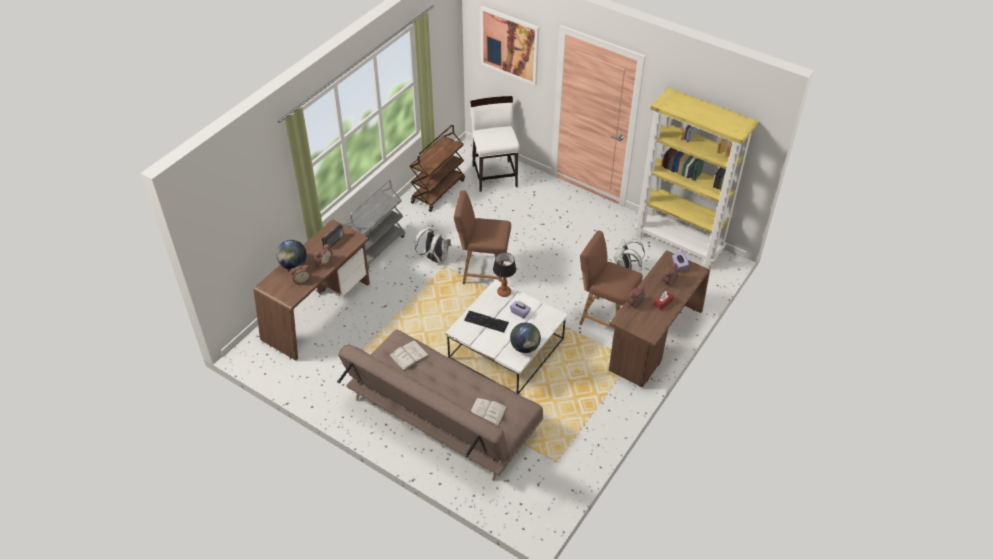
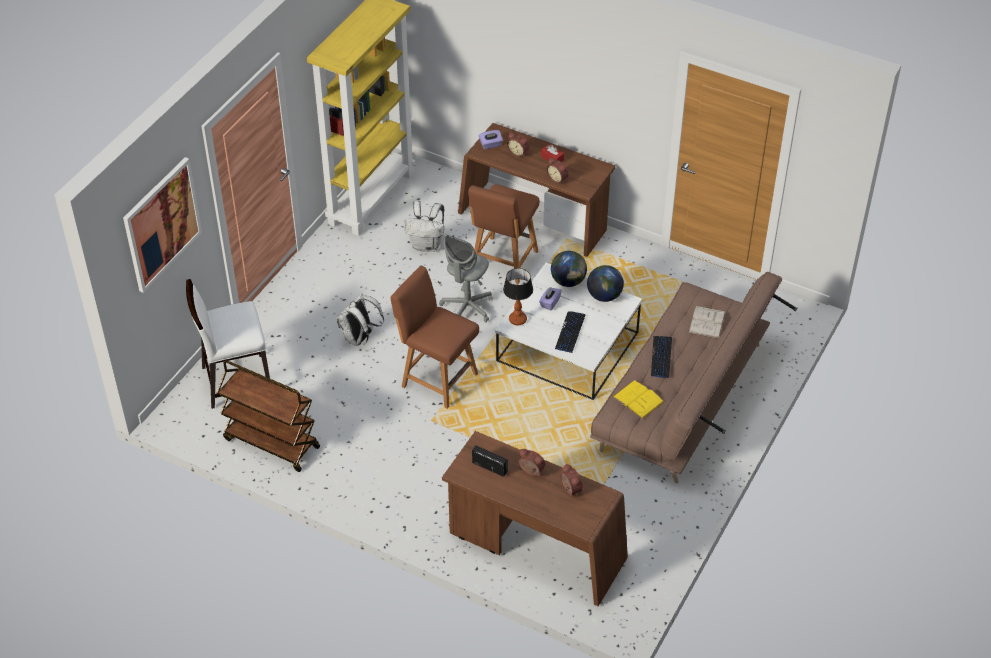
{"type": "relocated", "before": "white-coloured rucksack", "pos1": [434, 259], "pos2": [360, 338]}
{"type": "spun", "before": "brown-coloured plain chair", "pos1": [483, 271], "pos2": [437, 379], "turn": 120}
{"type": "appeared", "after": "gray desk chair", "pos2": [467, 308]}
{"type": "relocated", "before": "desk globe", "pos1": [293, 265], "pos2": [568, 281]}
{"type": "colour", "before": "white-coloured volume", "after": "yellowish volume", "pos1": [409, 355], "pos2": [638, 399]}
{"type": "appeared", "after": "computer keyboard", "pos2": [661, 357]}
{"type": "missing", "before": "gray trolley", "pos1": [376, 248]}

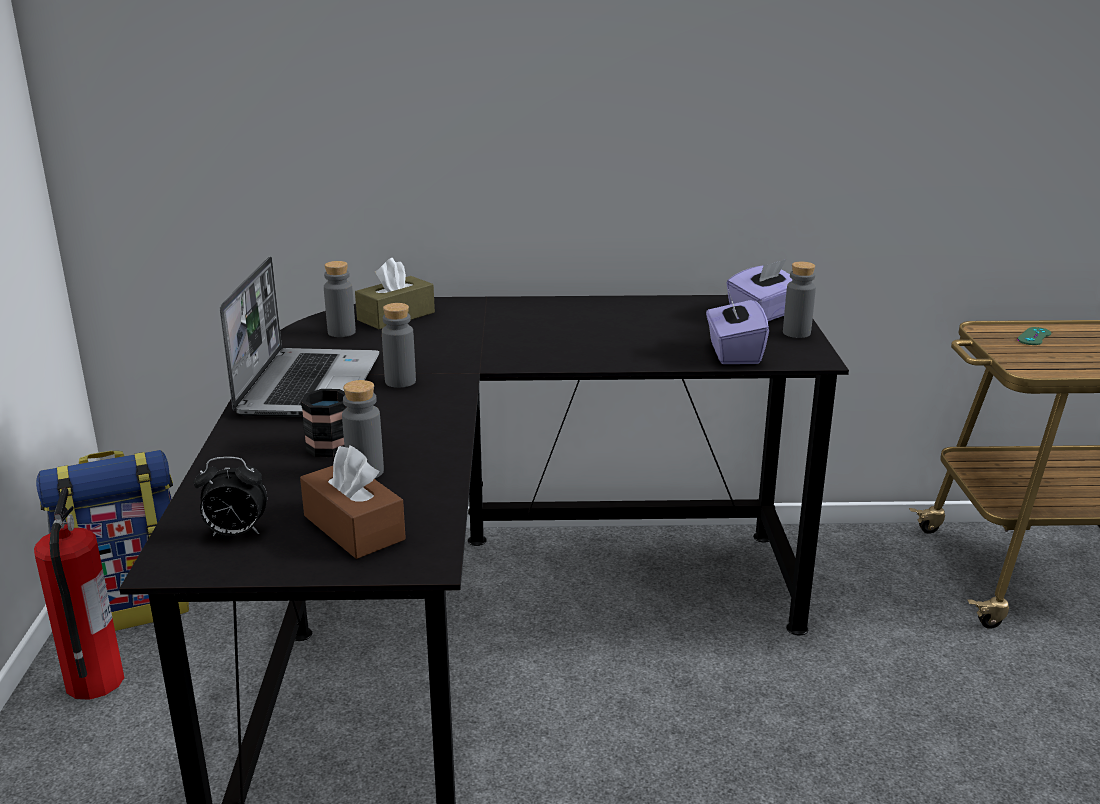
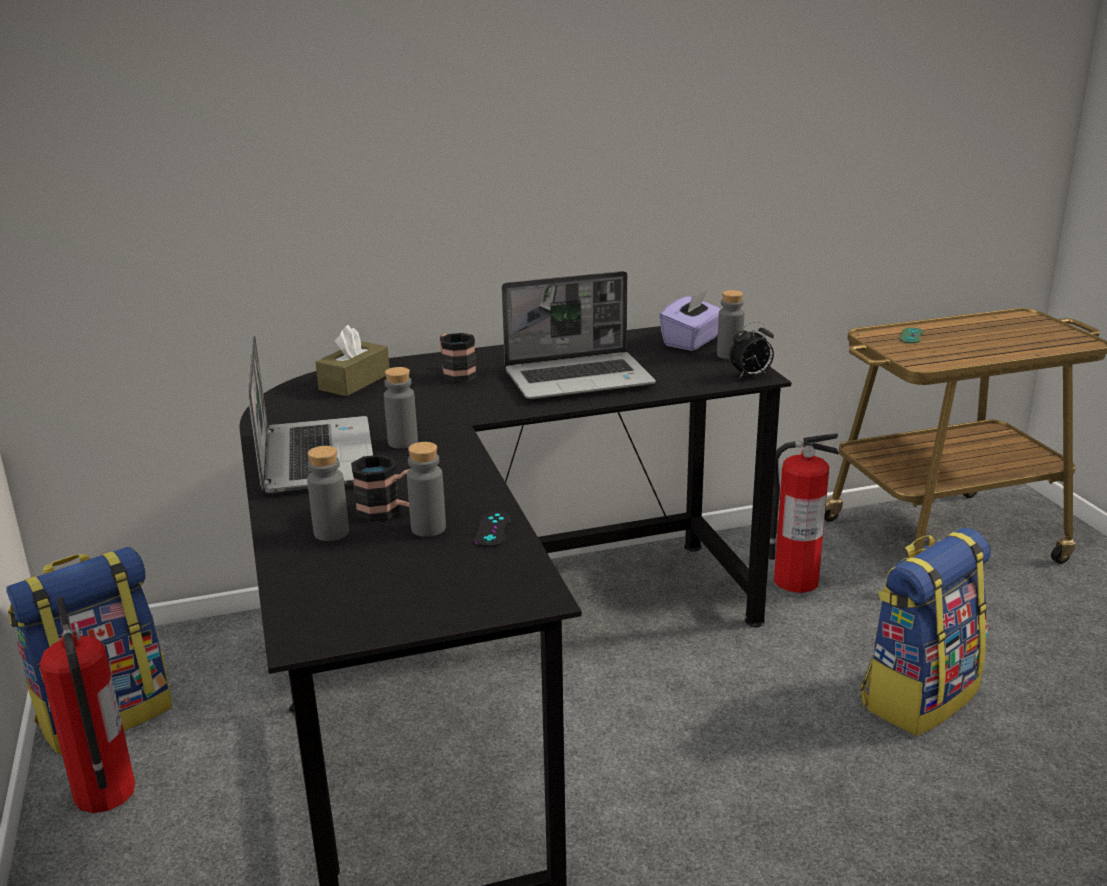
{"type": "relocated", "before": "gray drink bottle", "pos1": [341, 332], "pos2": [331, 532]}
{"type": "appeared", "after": "tea mug", "pos2": [455, 374]}
{"type": "appeared", "after": "black gamepad", "pos2": [493, 530]}
{"type": "appeared", "after": "laptop", "pos2": [580, 378]}
{"type": "relocated", "before": "table clock", "pos1": [235, 533], "pos2": [751, 375]}
{"type": "appeared", "after": "fire extinguisher", "pos2": [795, 580]}
{"type": "appeared", "after": "rucksack", "pos2": [918, 696]}
{"type": "missing", "before": "brown-coloured tissue box", "pos1": [354, 528]}
{"type": "missing", "before": "purple tissue box", "pos1": [733, 353]}

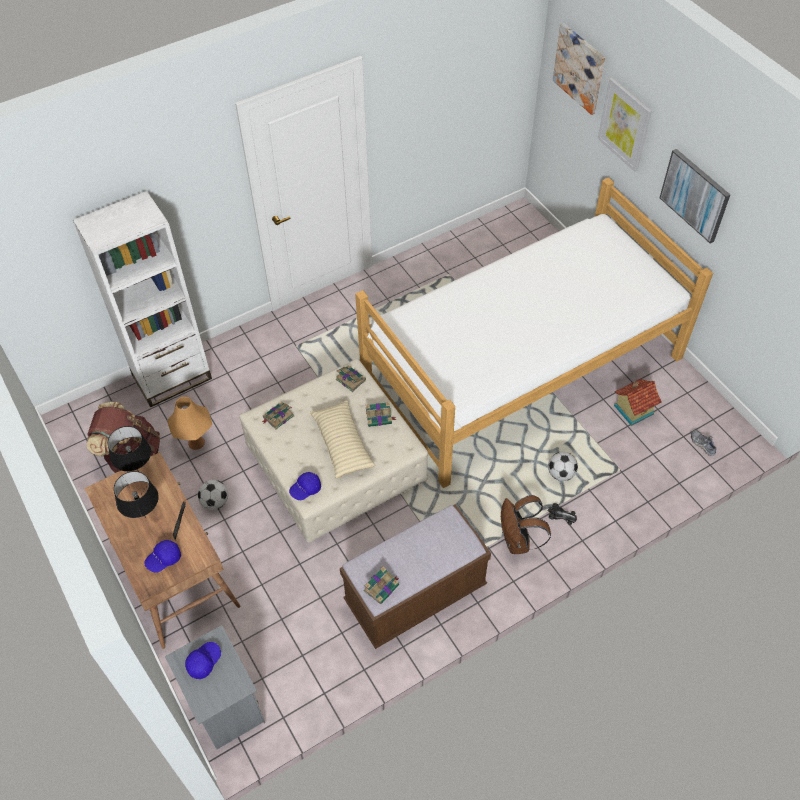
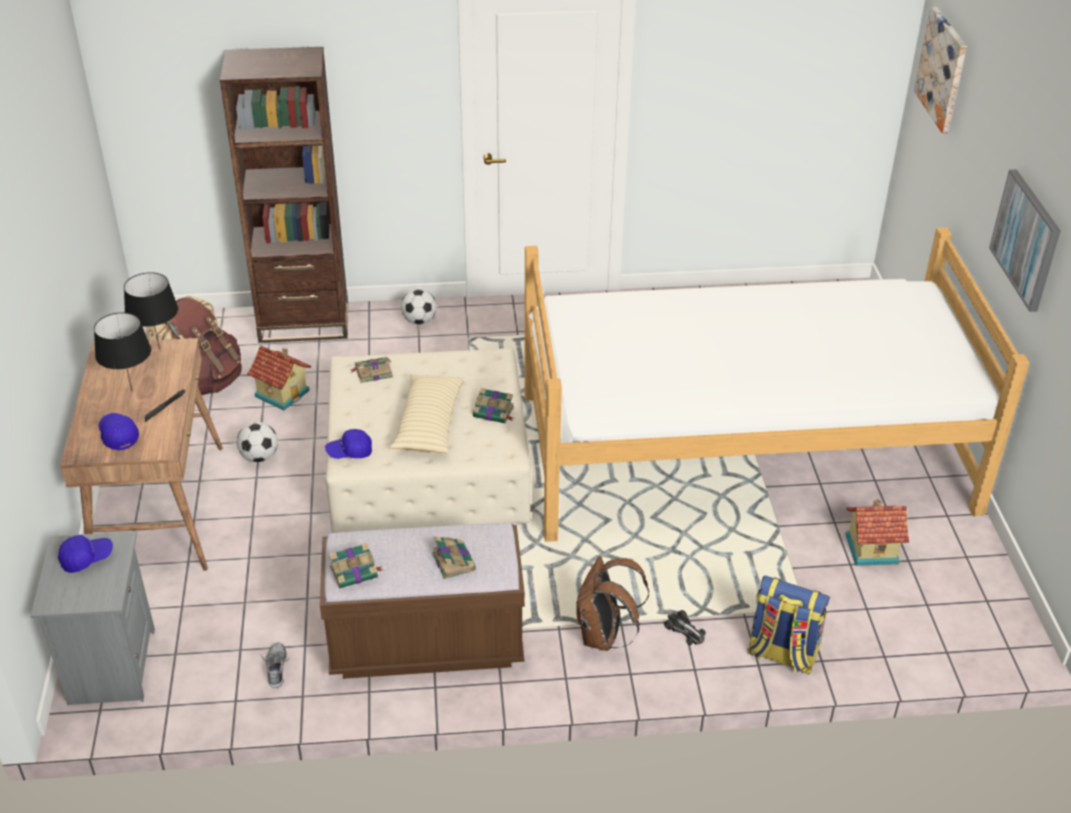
{"type": "spun", "before": "blue cap", "pos1": [164, 559], "pos2": [118, 435], "turn": 75}
{"type": "colour", "before": "white-coloured bookshelf", "after": "brown-coloured bookshelf", "pos1": [172, 377], "pos2": [304, 323]}
{"type": "exchanged", "before": "orangey tabletop lamp", "after": "toy house", "pos1": [196, 442], "pos2": [283, 392]}
{"type": "relocated", "before": "low shoe", "pos1": [702, 444], "pos2": [276, 668]}
{"type": "relocated", "before": "football", "pos1": [561, 474], "pos2": [419, 321]}
{"type": "relocated", "before": "volume", "pos1": [350, 379], "pos2": [453, 561]}
{"type": "appeared", "after": "rucksack", "pos2": [781, 654]}
{"type": "missing", "before": "wall picture", "pos1": [624, 124]}

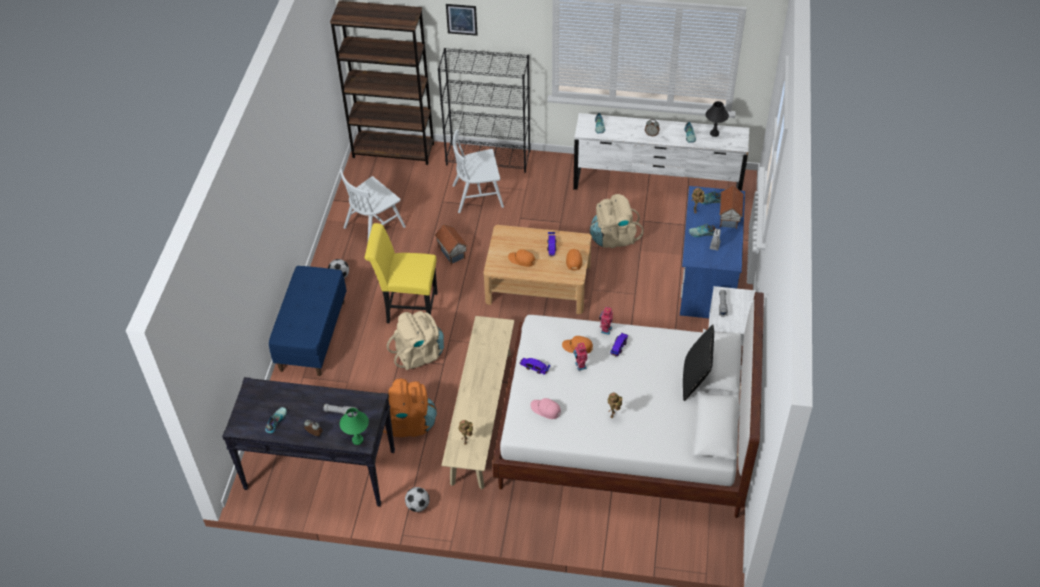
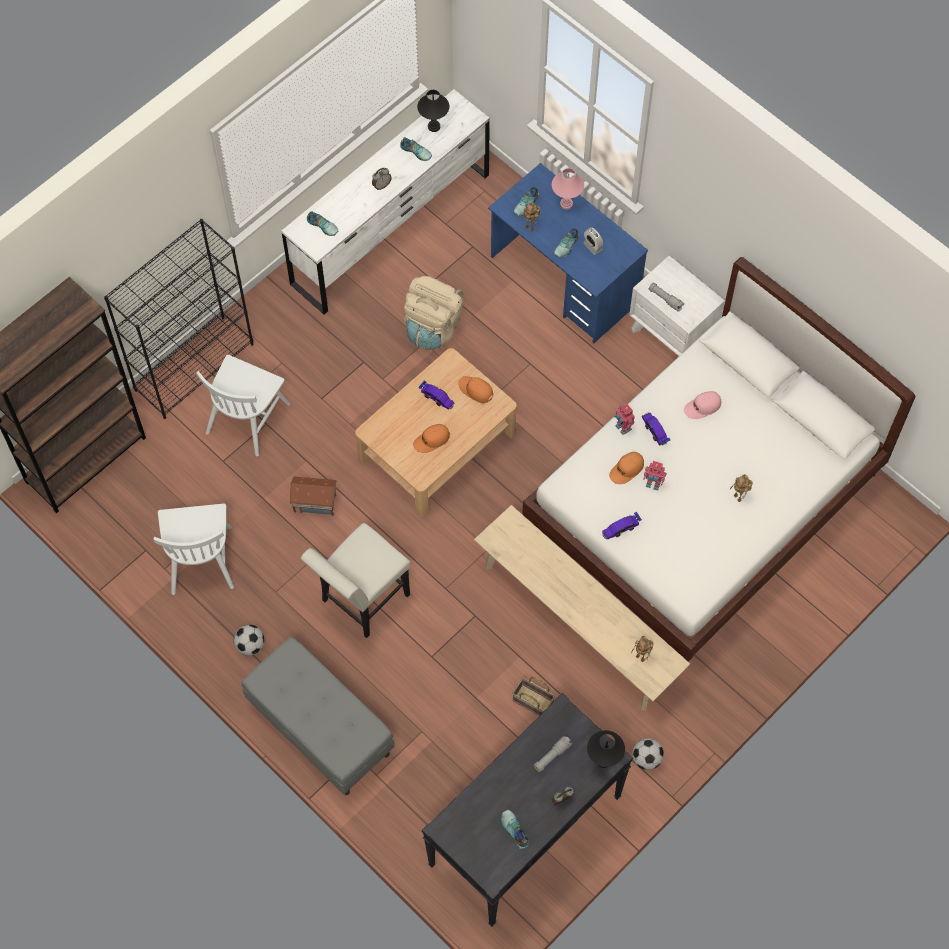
{"type": "colour", "before": "blue long seat", "after": "gray long seat", "pos1": [312, 335], "pos2": [319, 728]}
{"type": "colour", "before": "yellowish plain chair", "after": "white-coloured plain chair", "pos1": [407, 307], "pos2": [361, 602]}
{"type": "exchanged", "before": "orangey rucksack", "after": "household basket", "pos1": [409, 424], "pos2": [532, 702]}
{"type": "exchanged", "before": "toy house", "after": "pink-coloured tabletop lamp", "pos1": [730, 217], "pos2": [566, 204]}
{"type": "colour", "before": "green tabletop lamp", "after": "black tabletop lamp", "pos1": [357, 440], "pos2": [603, 760]}
{"type": "relocated", "before": "pink-coloured cap", "pos1": [545, 410], "pos2": [702, 407]}
{"type": "missing", "before": "sand-coloured rucksack", "pos1": [419, 354]}
{"type": "missing", "before": "wall picture", "pos1": [461, 19]}
{"type": "missing", "before": "black pillow", "pos1": [695, 379]}

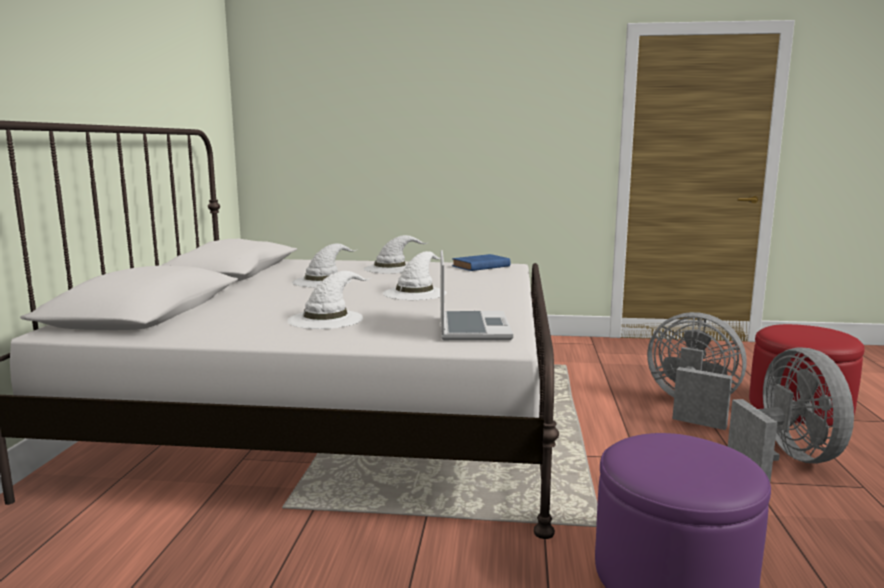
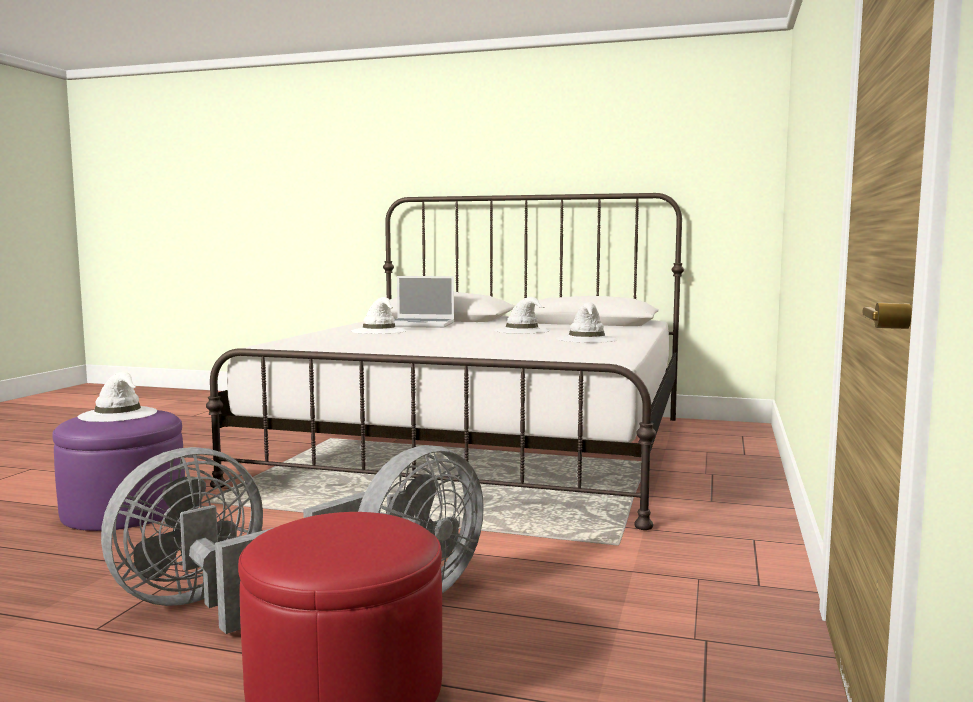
{"type": "relocated", "before": "white-coloured wearable hat", "pos1": [415, 293], "pos2": [119, 414]}
{"type": "spun", "before": "gray electric fan", "pos1": [786, 460], "pos2": [204, 605], "turn": 135}
{"type": "relocated", "before": "laptop", "pos1": [472, 328], "pos2": [422, 325]}
{"type": "missing", "before": "blue volume", "pos1": [479, 266]}

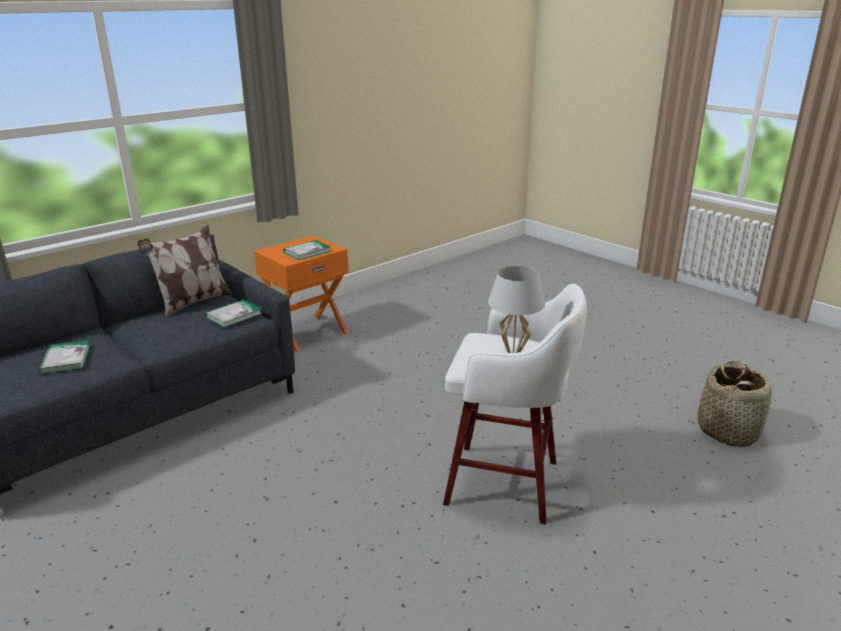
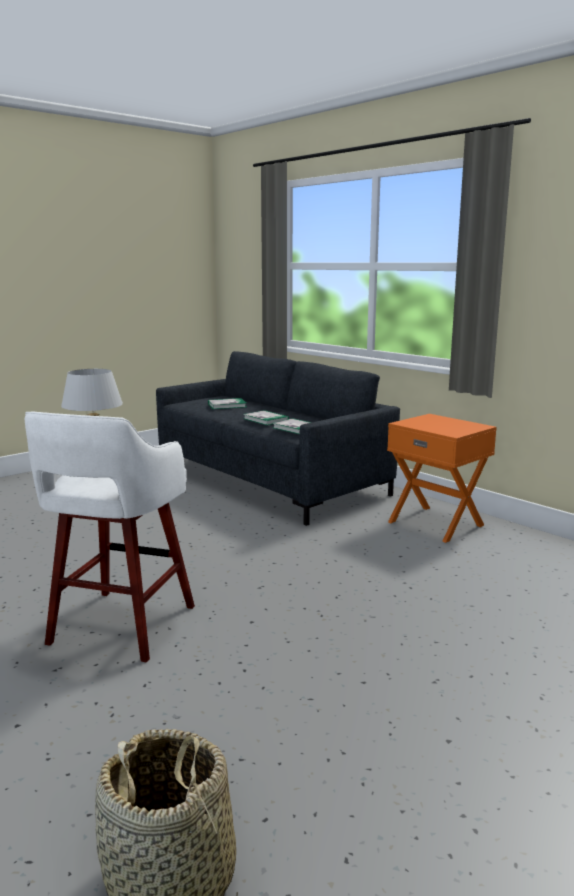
{"type": "relocated", "before": "volume", "pos1": [307, 252], "pos2": [265, 420]}
{"type": "missing", "before": "pillow", "pos1": [192, 302]}

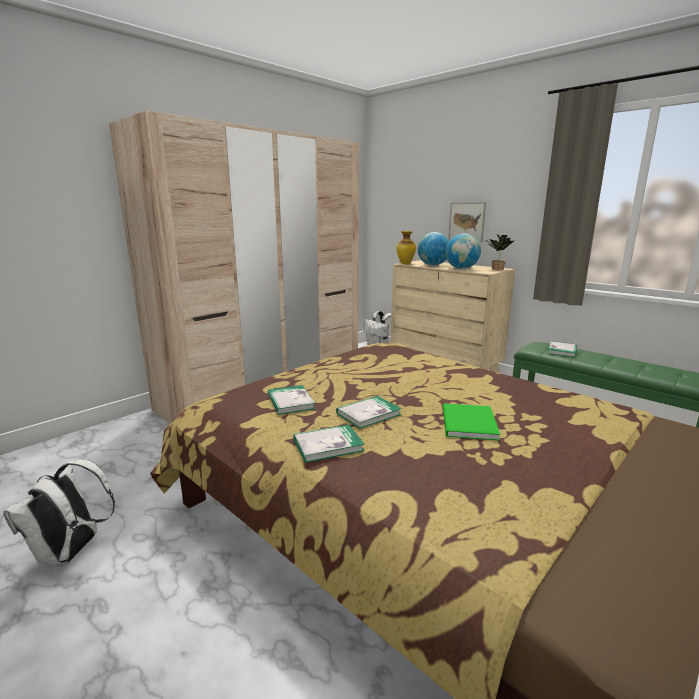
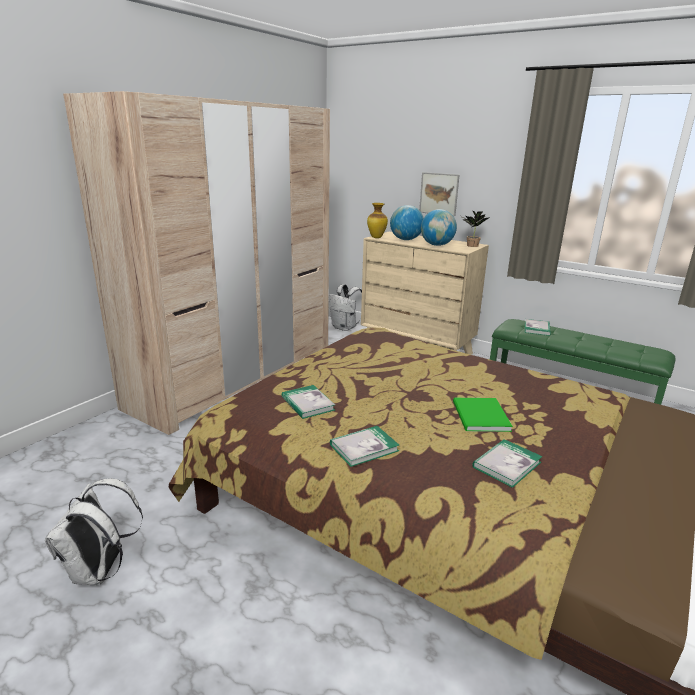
{"type": "relocated", "before": "volume", "pos1": [368, 414], "pos2": [506, 464]}

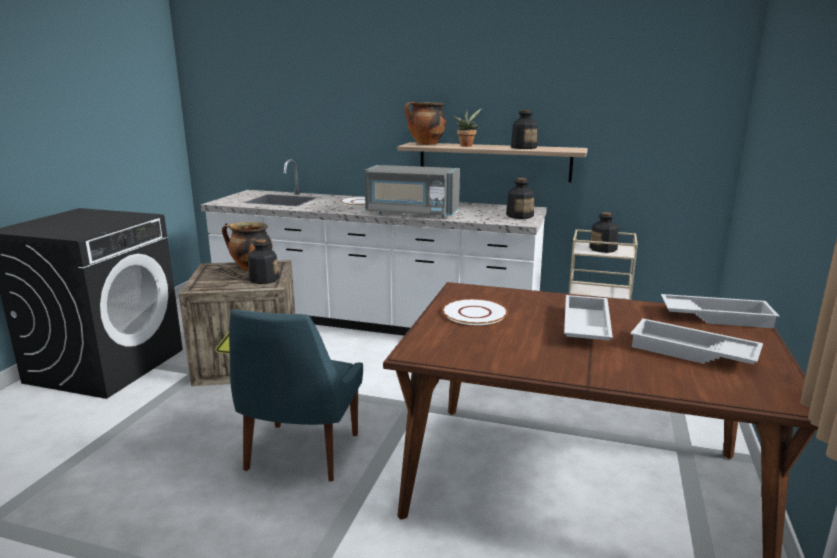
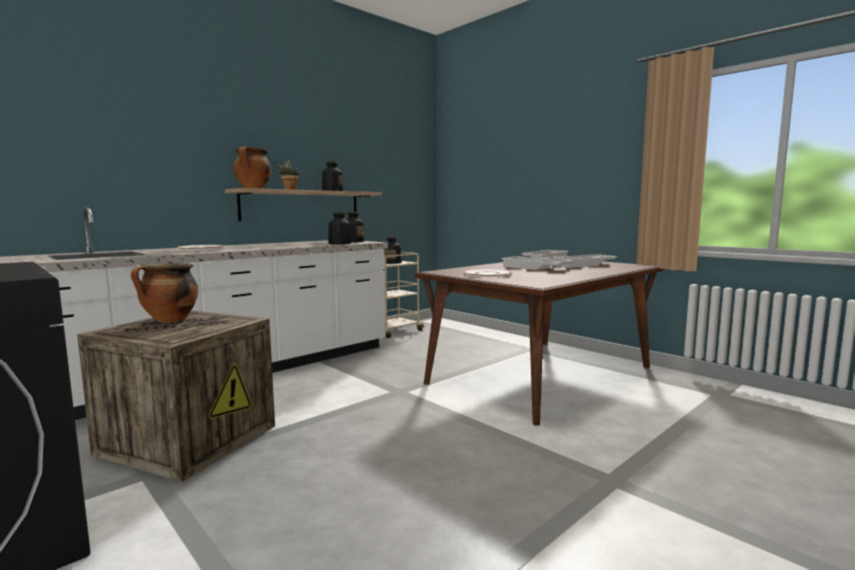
{"type": "relocated", "before": "drink bottle", "pos1": [263, 279], "pos2": [339, 243]}
{"type": "missing", "before": "blue plain chair", "pos1": [301, 454]}
{"type": "missing", "before": "gray microwave", "pos1": [411, 213]}

